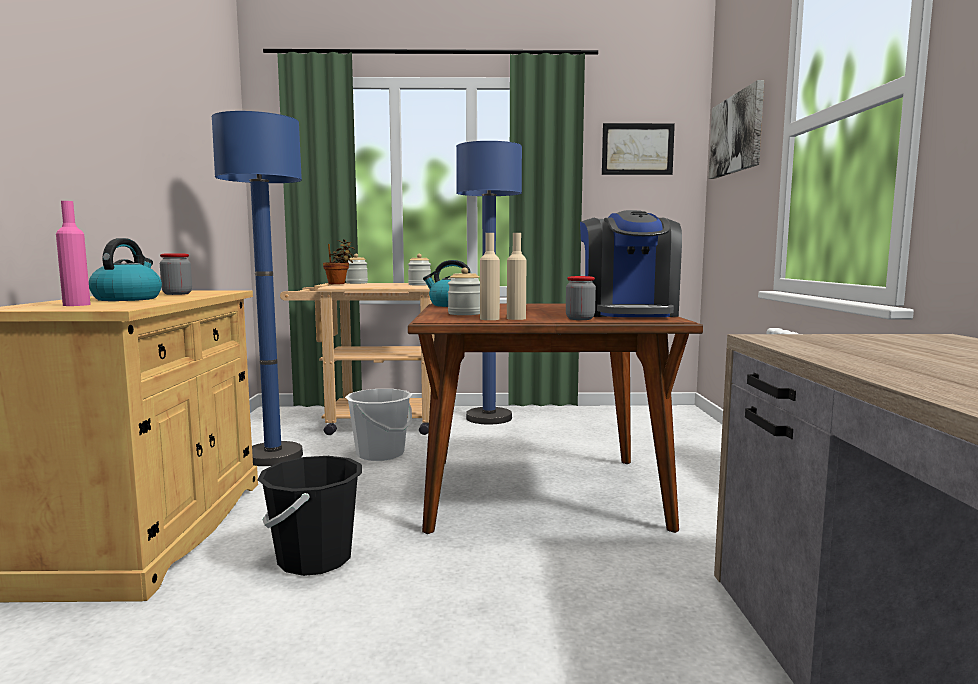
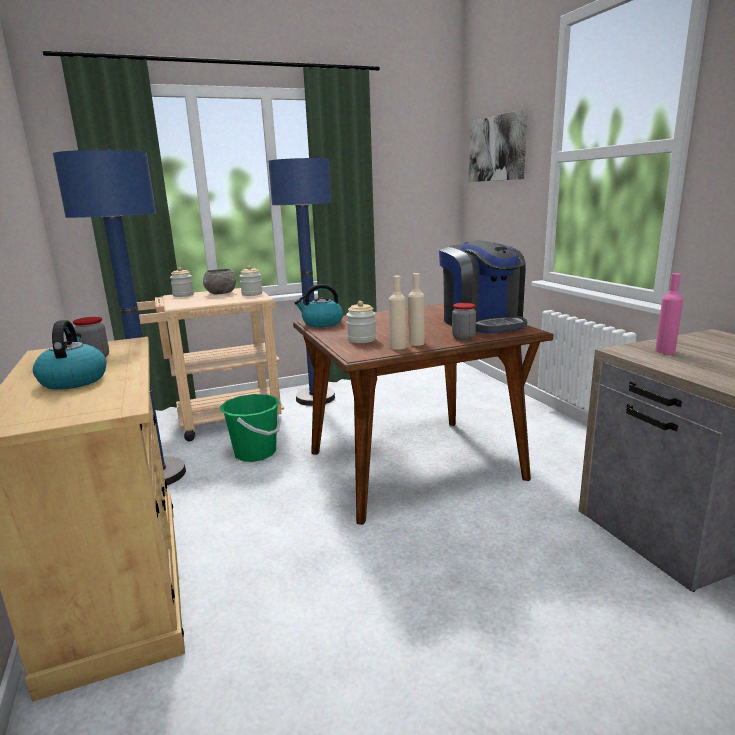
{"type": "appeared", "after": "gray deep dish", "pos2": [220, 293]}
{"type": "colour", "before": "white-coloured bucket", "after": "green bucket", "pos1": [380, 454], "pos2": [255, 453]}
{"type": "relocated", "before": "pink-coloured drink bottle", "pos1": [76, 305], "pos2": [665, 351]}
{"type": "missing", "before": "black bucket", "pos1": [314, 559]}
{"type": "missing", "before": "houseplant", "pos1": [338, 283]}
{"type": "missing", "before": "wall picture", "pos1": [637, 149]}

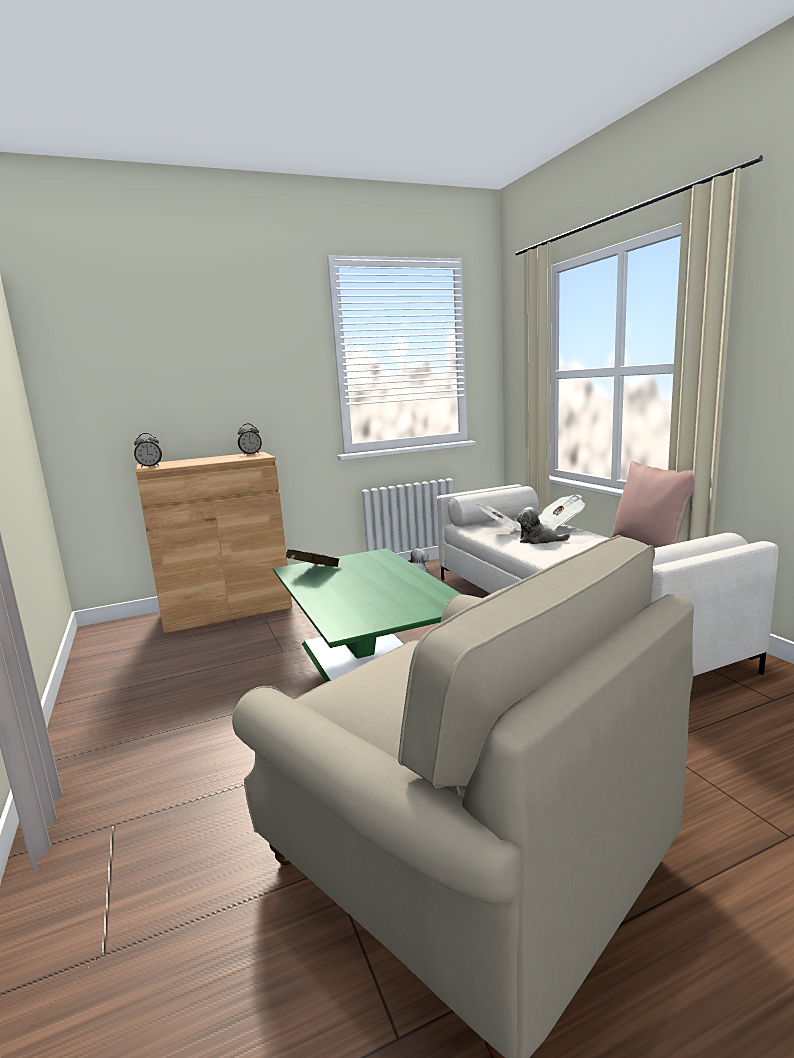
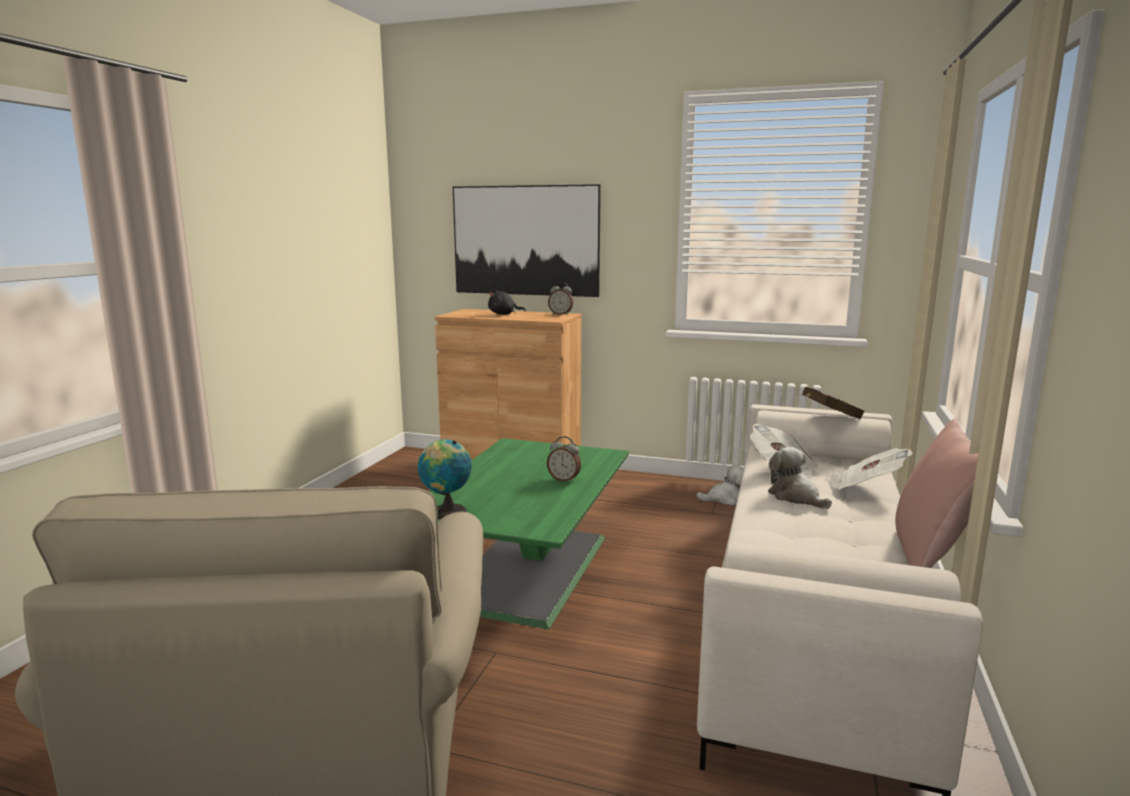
{"type": "appeared", "after": "desk globe", "pos2": [446, 512]}
{"type": "appeared", "after": "wall picture", "pos2": [525, 240]}
{"type": "appeared", "after": "black cuddly toy", "pos2": [504, 314]}
{"type": "relocated", "before": "table clock", "pos1": [150, 466], "pos2": [564, 479]}
{"type": "relocated", "before": "reddish volume", "pos1": [312, 571], "pos2": [828, 417]}

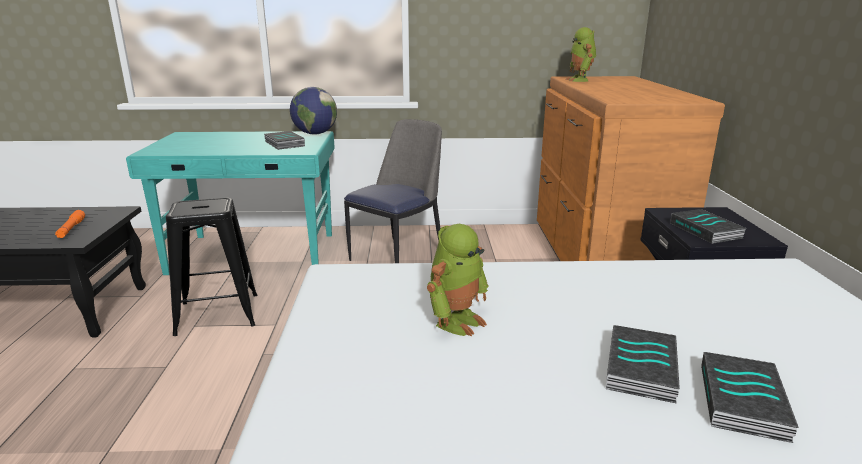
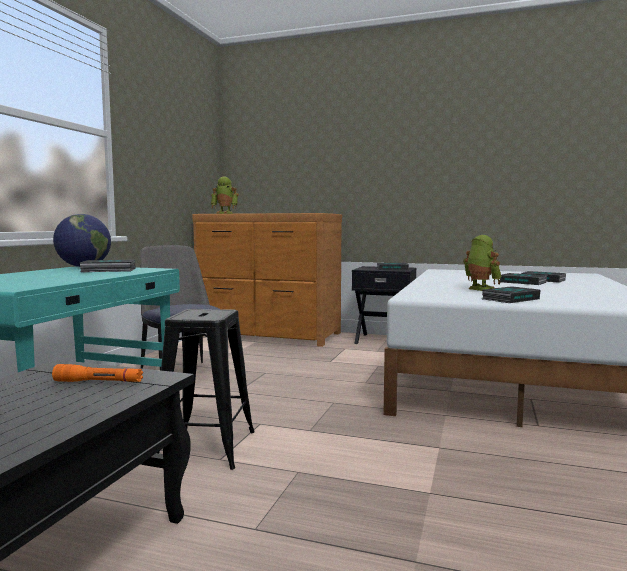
{"type": "appeared", "after": "volume", "pos2": [510, 299]}

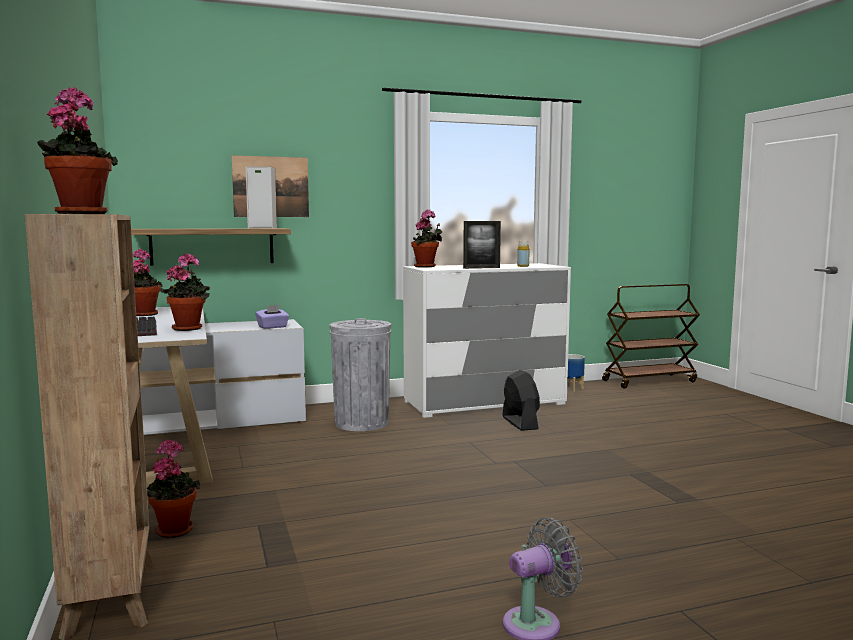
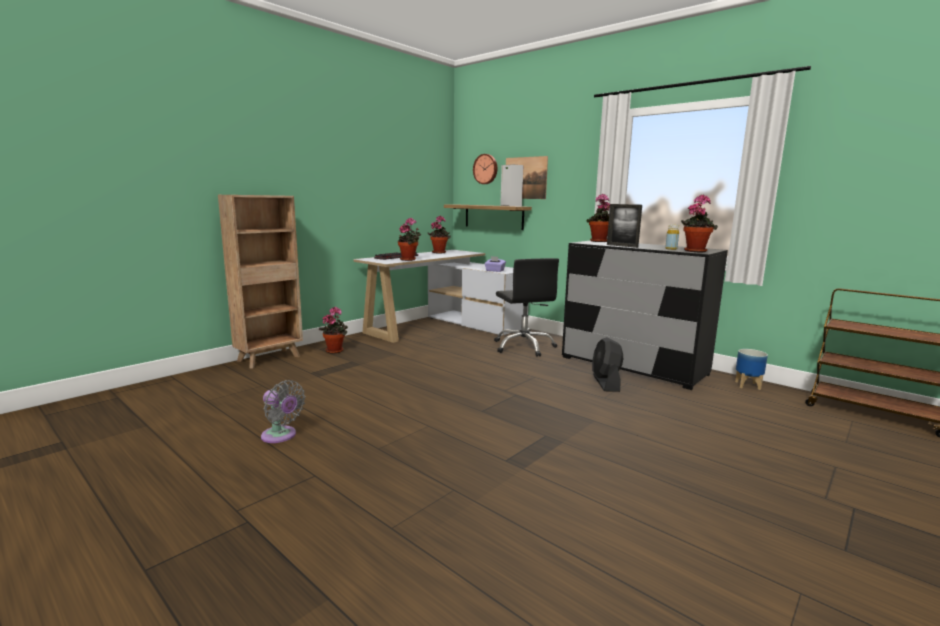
{"type": "appeared", "after": "clock on the wall", "pos2": [486, 169]}
{"type": "exchanged", "before": "gray trash can", "after": "black desk chair", "pos1": [362, 423], "pos2": [524, 347]}
{"type": "colour", "before": "white-coloured dresser", "after": "black dresser", "pos1": [484, 403], "pos2": [632, 365]}
{"type": "spun", "before": "black electric fan", "pos1": [520, 422], "pos2": [605, 383], "turn": 135}
{"type": "relocated", "before": "houseplant", "pos1": [81, 214], "pos2": [695, 251]}

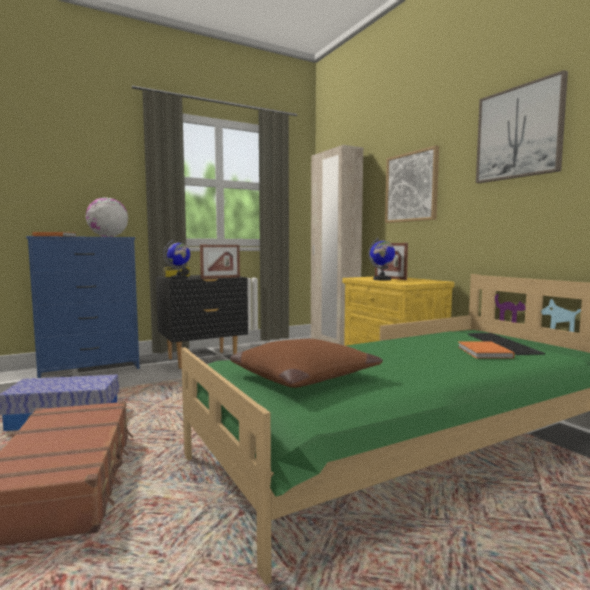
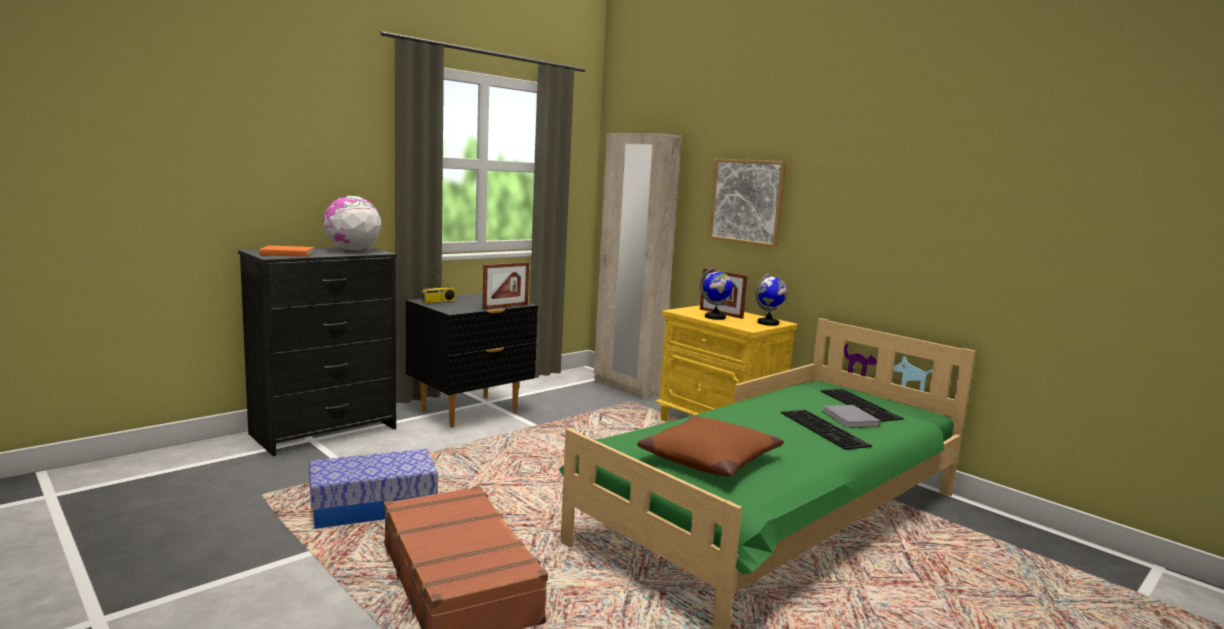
{"type": "colour", "before": "blue dresser", "after": "black dresser", "pos1": [89, 369], "pos2": [324, 431]}
{"type": "relocated", "before": "desk globe", "pos1": [179, 278], "pos2": [768, 323]}
{"type": "appeared", "after": "computer keyboard", "pos2": [826, 429]}
{"type": "colour", "before": "orangey volume", "after": "gray volume", "pos1": [484, 353], "pos2": [850, 419]}
{"type": "missing", "before": "wall picture", "pos1": [519, 132]}

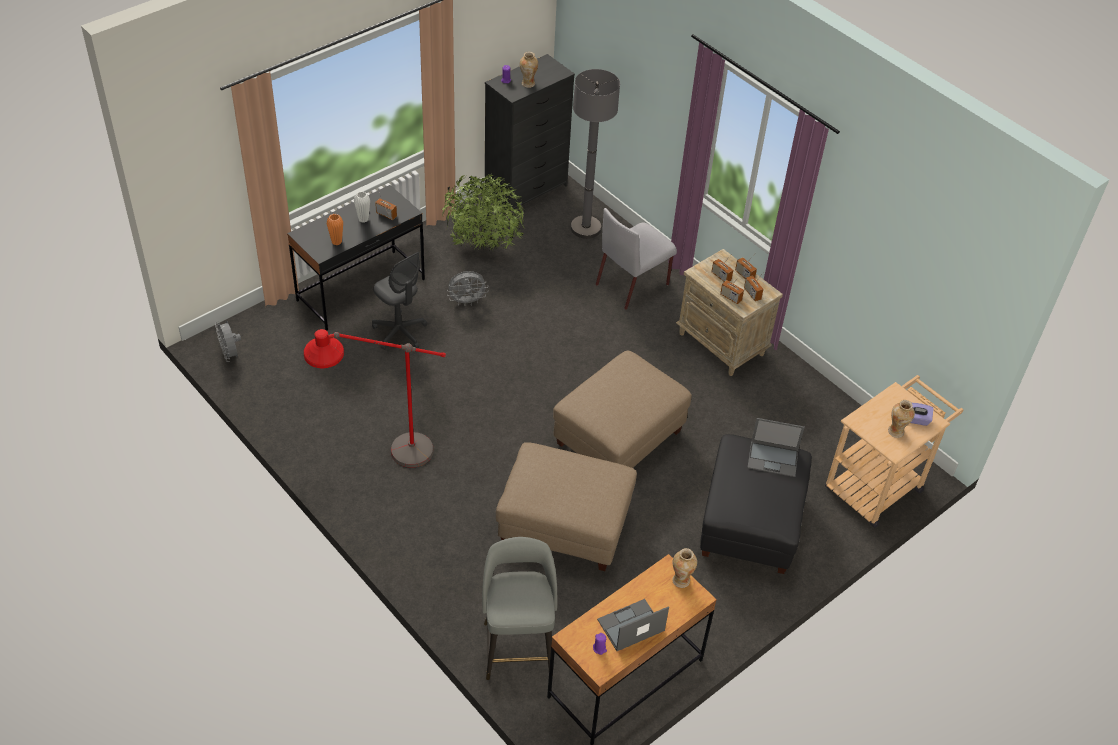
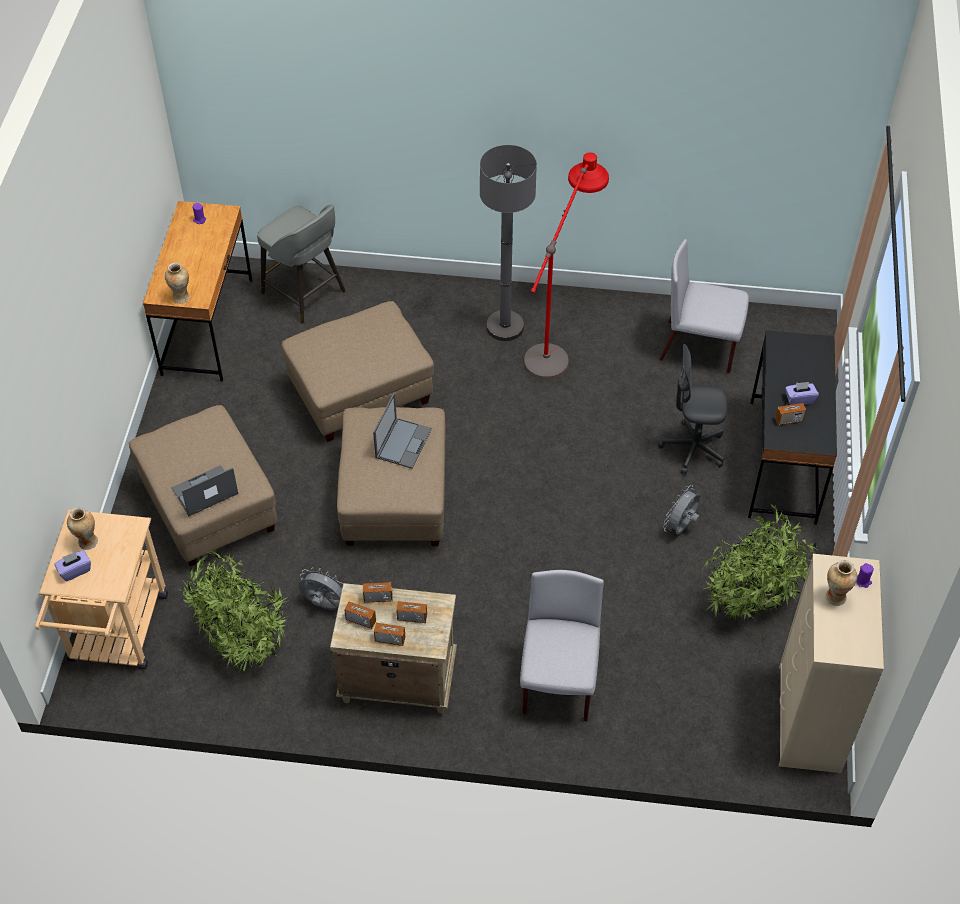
{"type": "colour", "before": "black footrest", "after": "sand-coloured footrest", "pos1": [750, 524], "pos2": [209, 507]}
{"type": "appeared", "after": "houseplant", "pos2": [243, 644]}
{"type": "relocated", "before": "gray electric fan", "pos1": [230, 355], "pos2": [324, 605]}
{"type": "relocated", "before": "laptop", "pos1": [630, 626], "pos2": [403, 442]}
{"type": "relocated", "before": "gray standing lamp", "pos1": [585, 228], "pos2": [505, 327]}
{"type": "appeared", "after": "gray plain chair", "pos2": [700, 347]}
{"type": "colour", "before": "black dresser", "after": "sand-coloured dresser", "pos1": [526, 190], "pos2": [809, 719]}
{"type": "exchanged", "before": "white-coloured decorative vase", "after": "purple tissue box", "pos1": [363, 219], "pos2": [799, 399]}
{"type": "missing", "before": "orangey decorative vase", "pos1": [336, 242]}

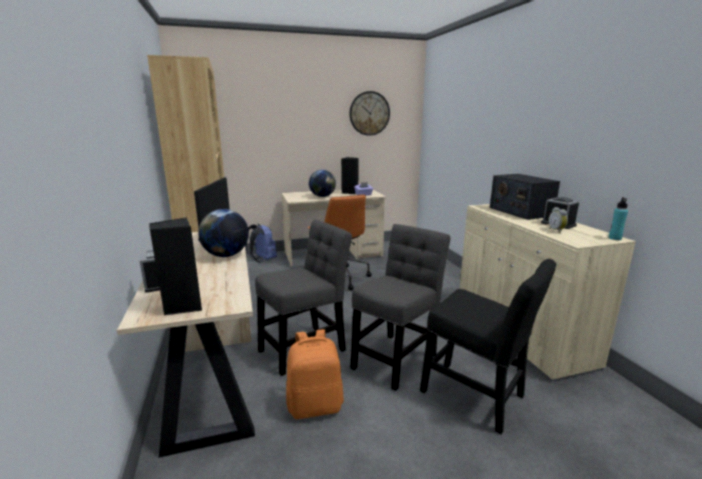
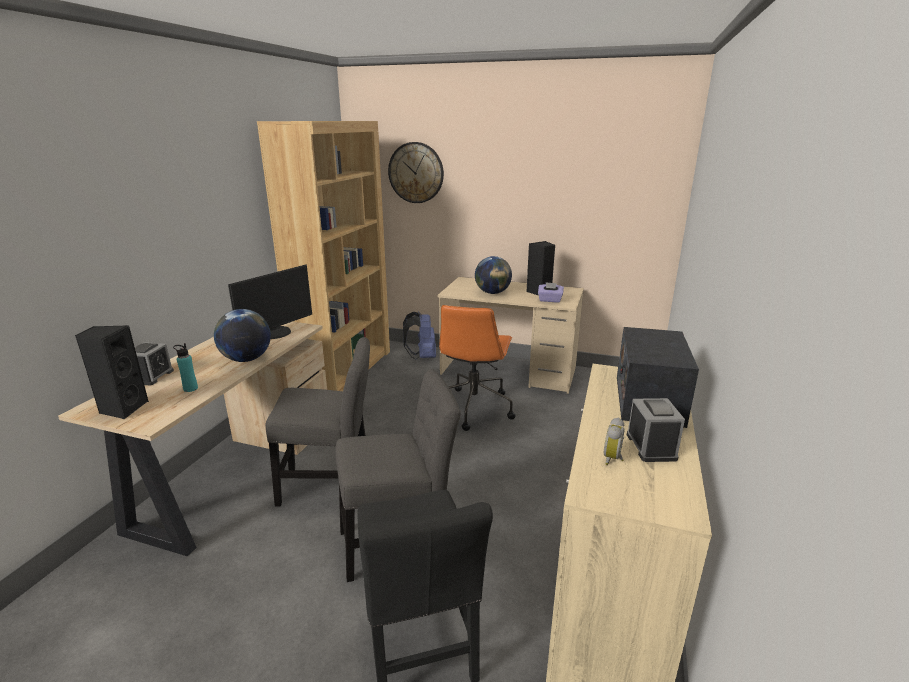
{"type": "relocated", "before": "turquoise drink bottle", "pos1": [614, 238], "pos2": [190, 389]}
{"type": "relocated", "before": "clock on the wall", "pos1": [369, 113], "pos2": [416, 173]}
{"type": "missing", "before": "orangey rucksack", "pos1": [315, 405]}

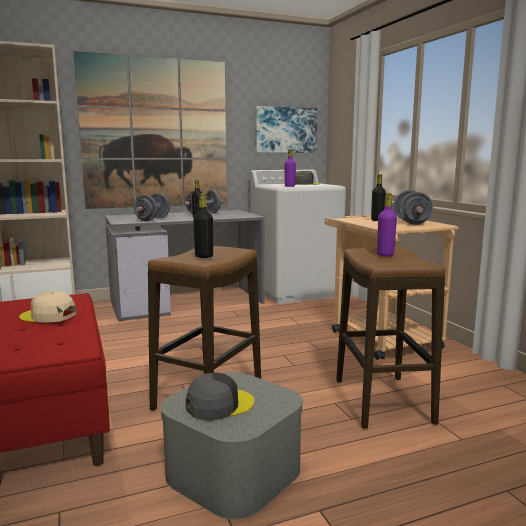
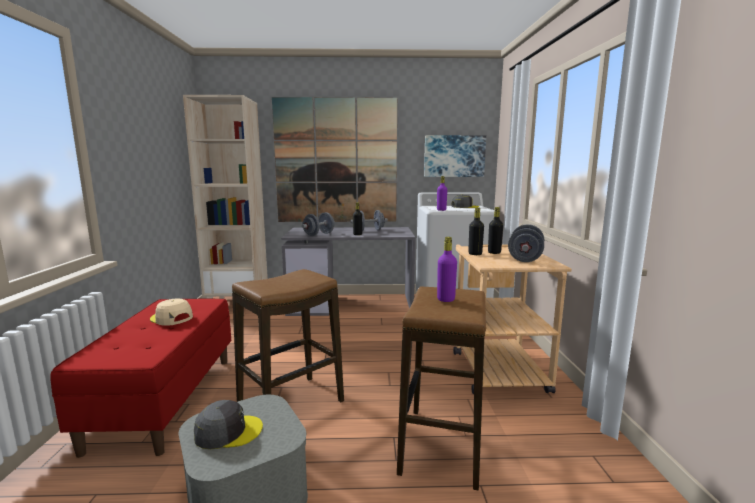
{"type": "relocated", "before": "black drink bottle", "pos1": [204, 256], "pos2": [475, 254]}

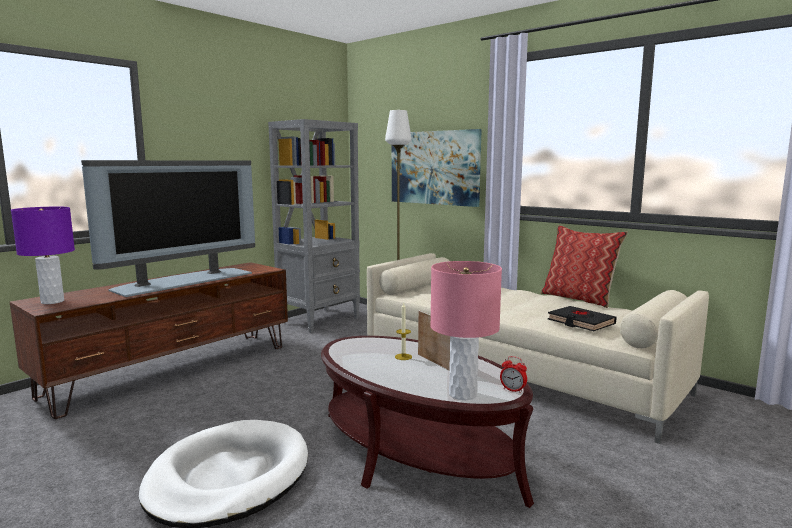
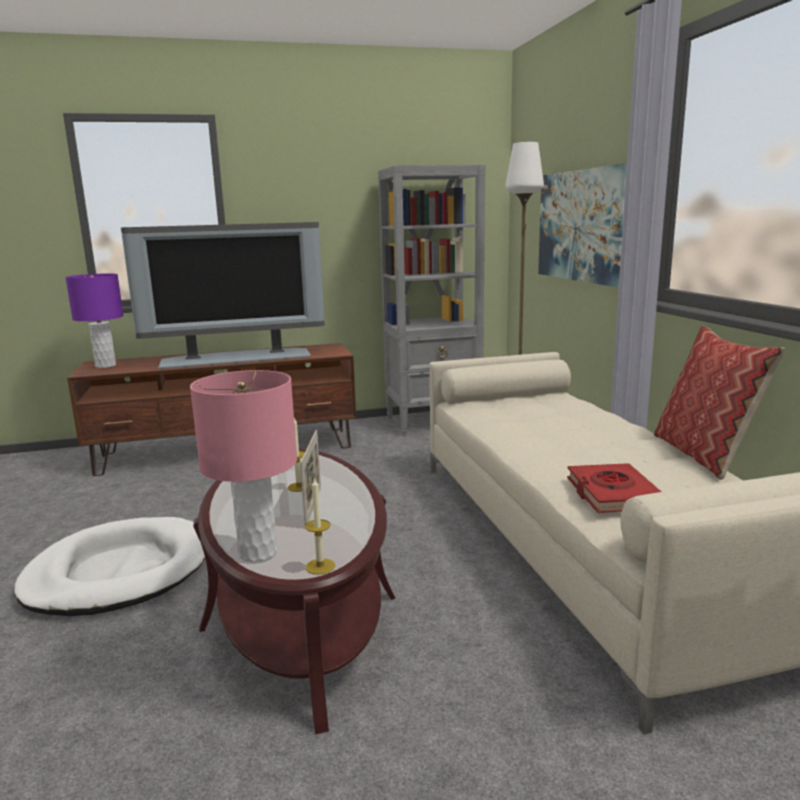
{"type": "exchanged", "before": "table clock", "after": "wax candle", "pos1": [513, 390], "pos2": [320, 566]}
{"type": "colour", "before": "black volume", "after": "reddish volume", "pos1": [580, 322], "pos2": [613, 494]}

